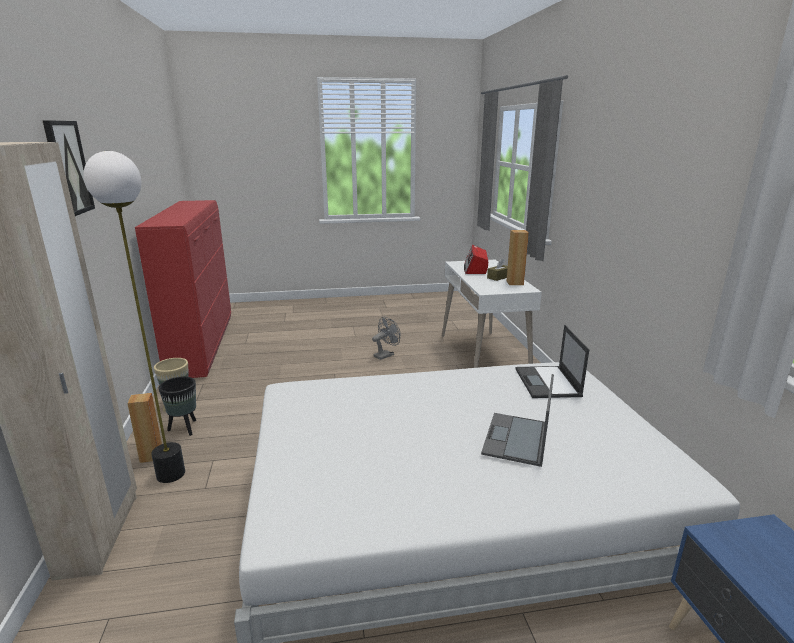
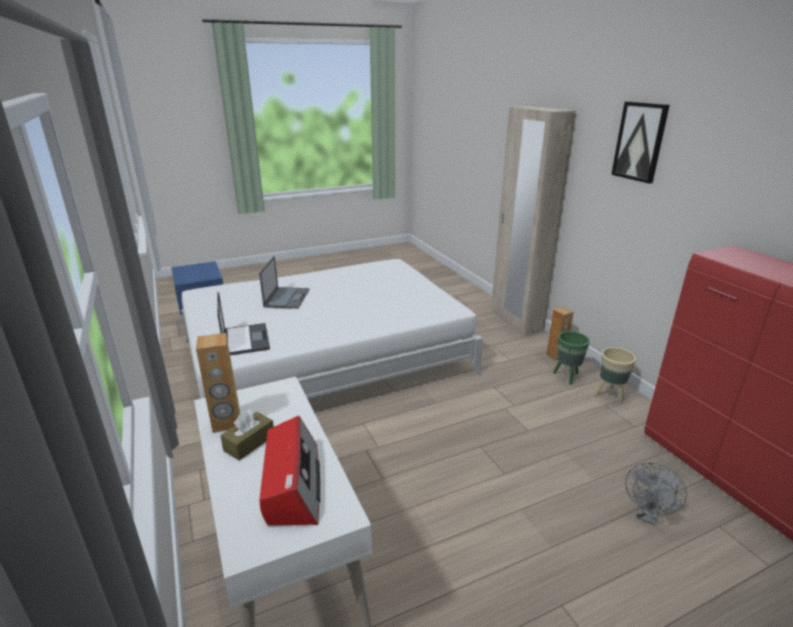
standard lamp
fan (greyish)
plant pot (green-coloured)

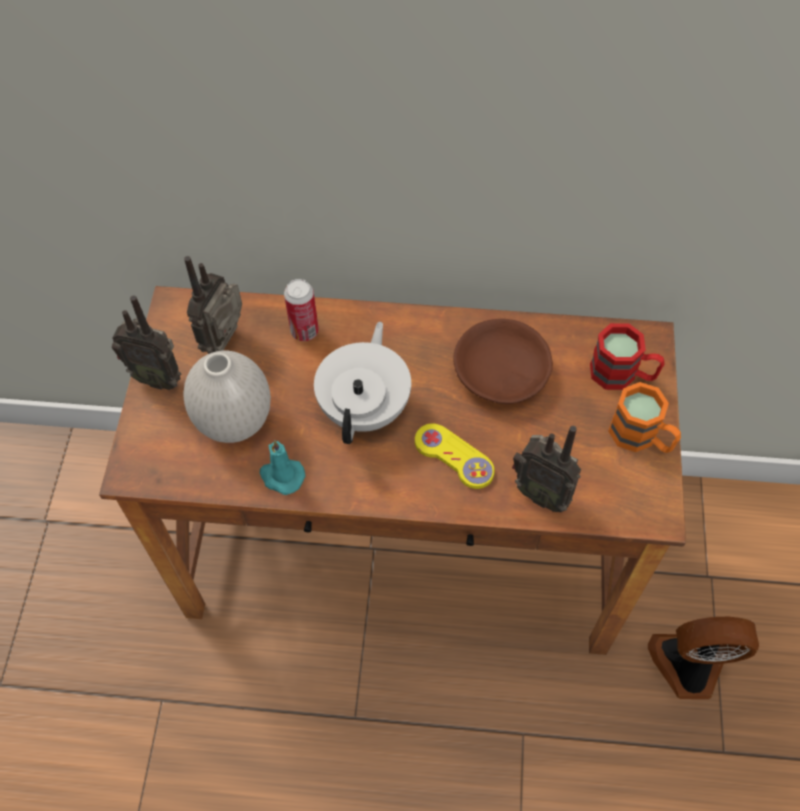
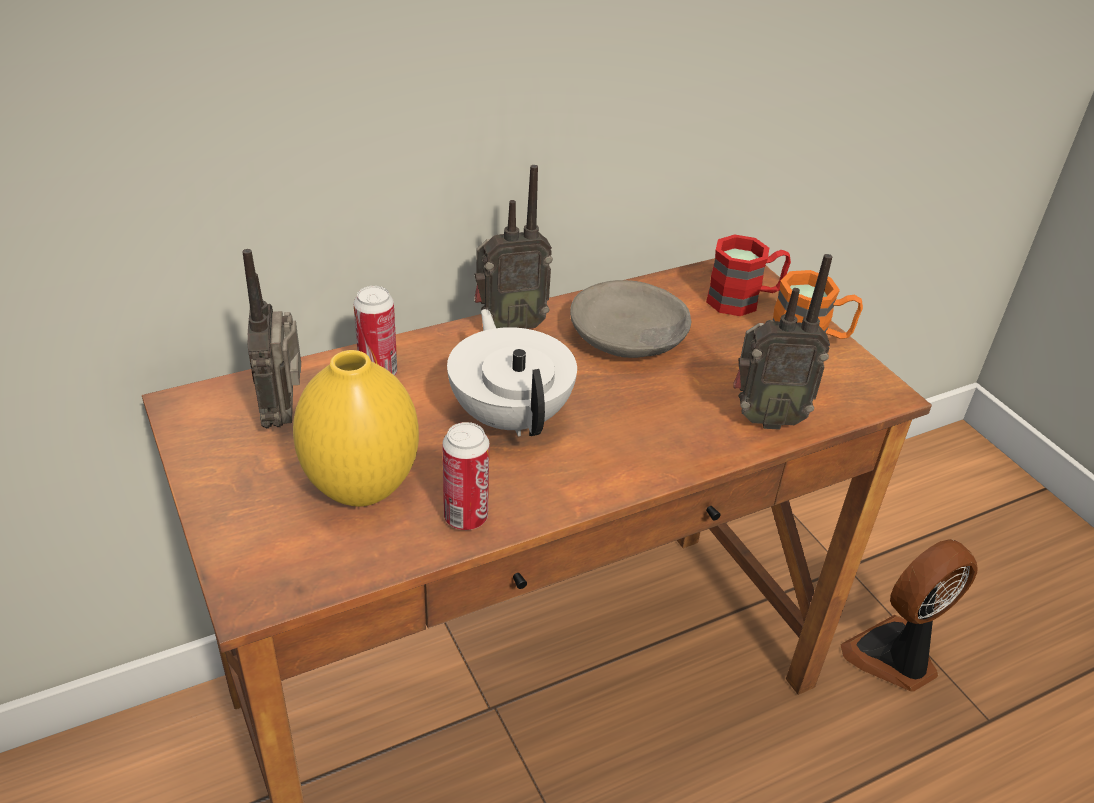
gamepad (yellow)
radio (no. 2 from left)
metal can (no. 2 from left)
decorative vase (yellow)
bowl (greyish)

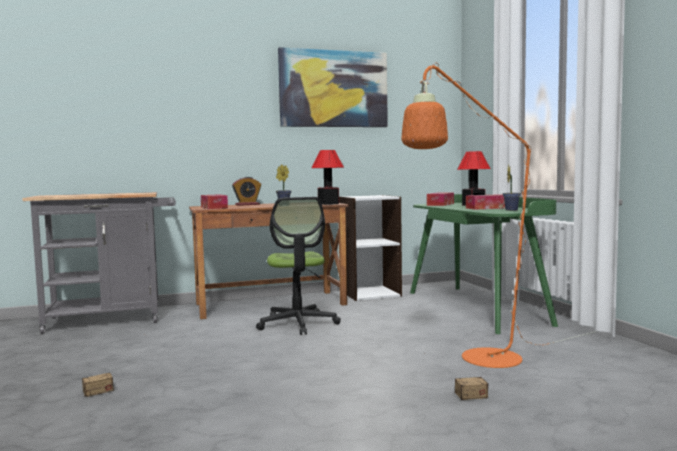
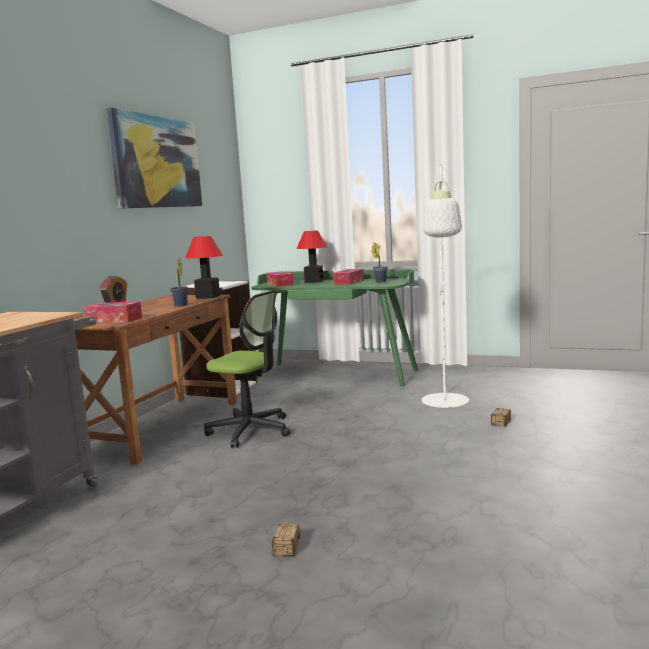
standard lamp (white)

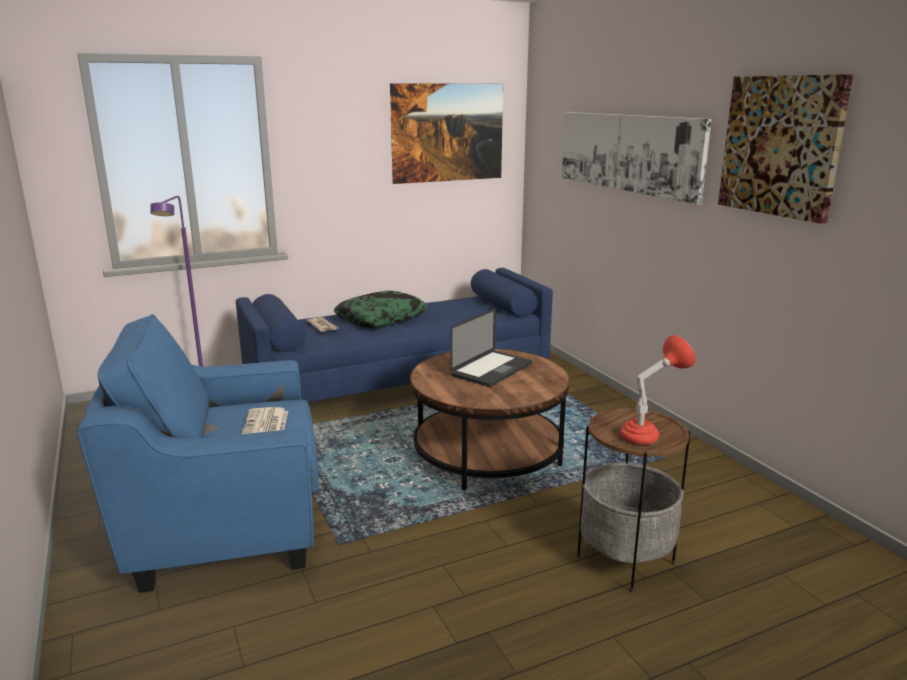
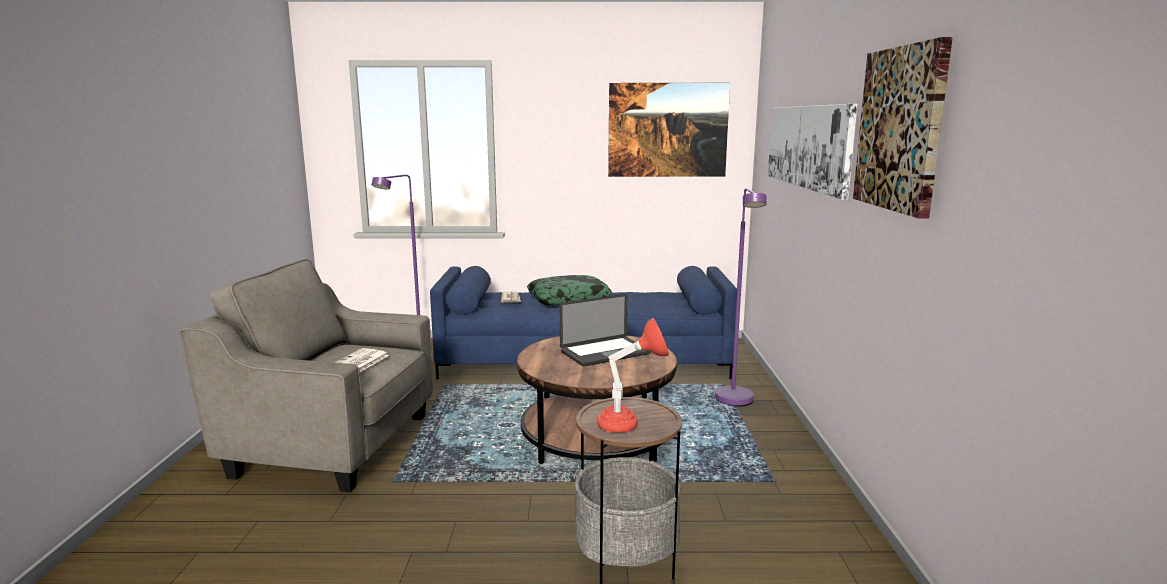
standard lamp (purple-coloured) (no. 2 from left)
easy chair (greyish)

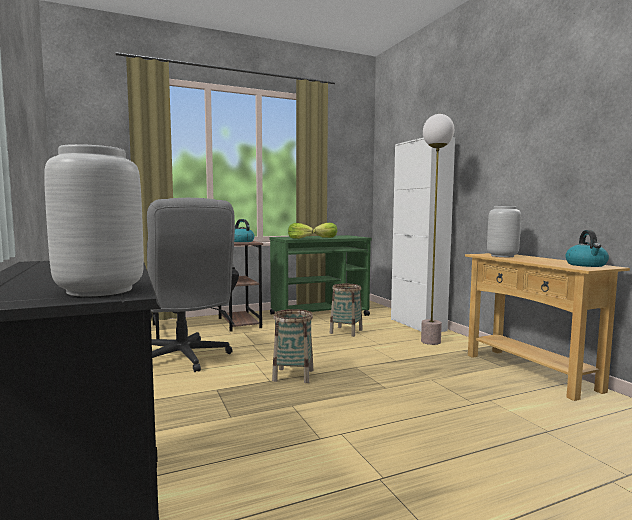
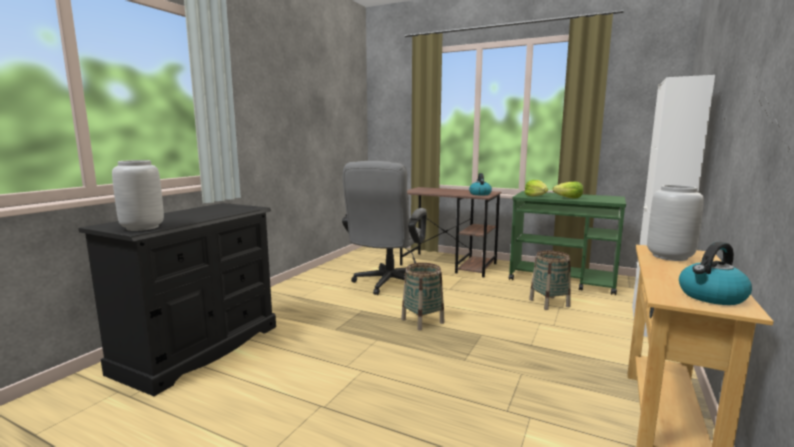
standard lamp

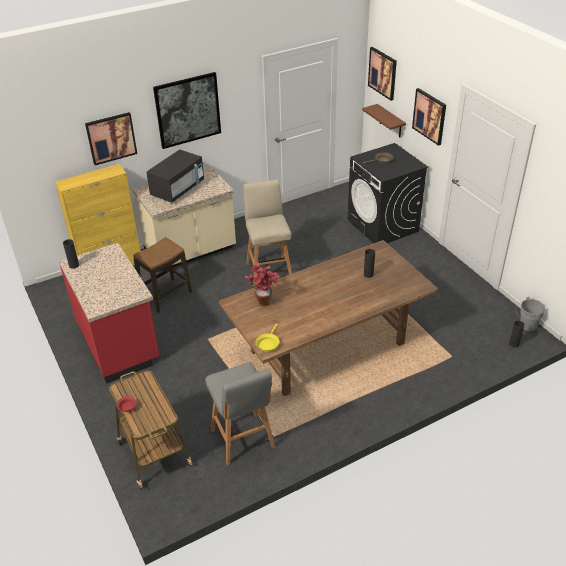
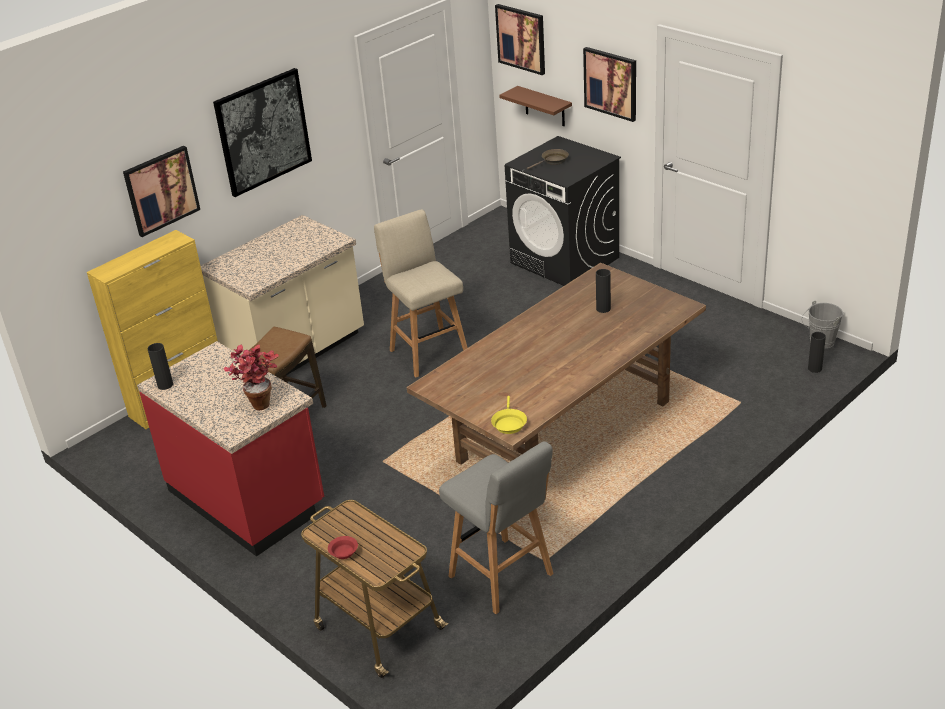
kitchen microwave (black-coloured)
plant in a pot

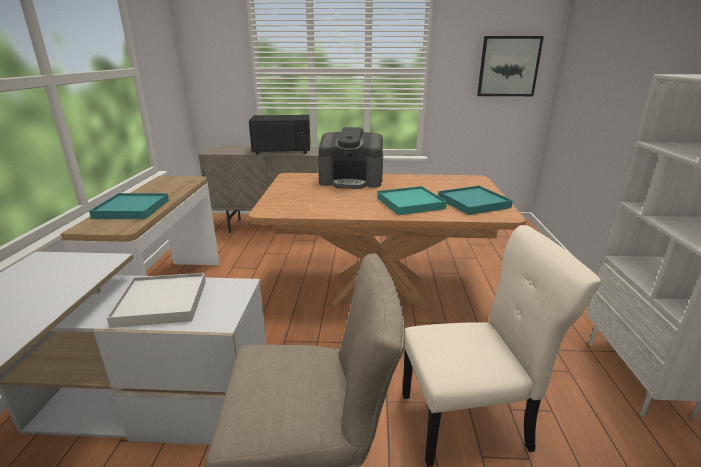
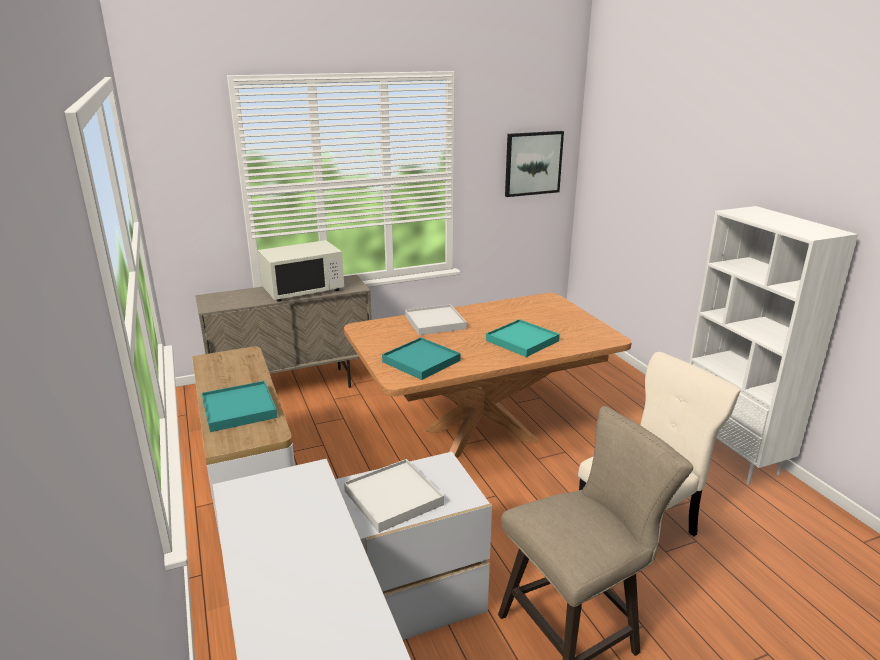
carrying tray (turquoise-coloured) (no. 2 from left)
carrying tray (white) (no. 2 from left)
kitchen microwave (white)

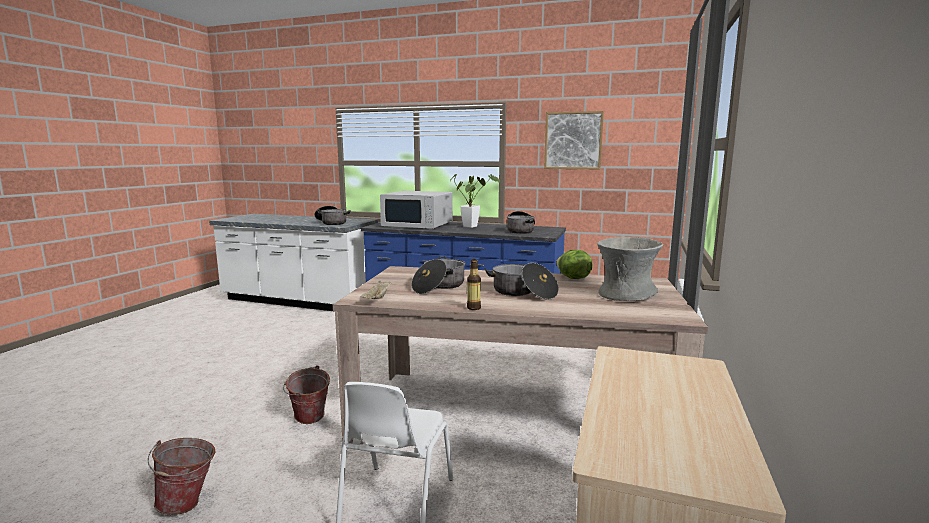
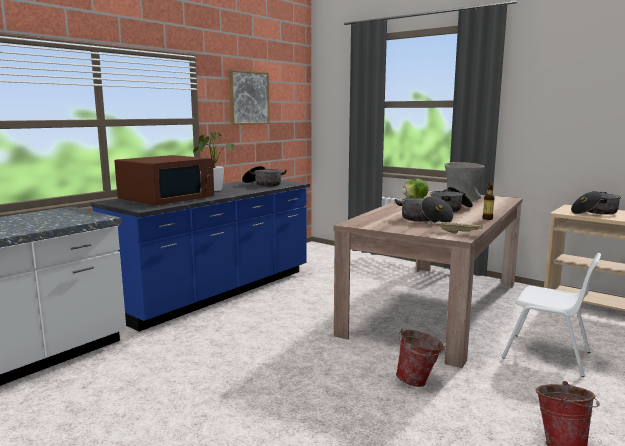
cooking pot (no. 4 from left)
kitchen microwave (brown-coloured)

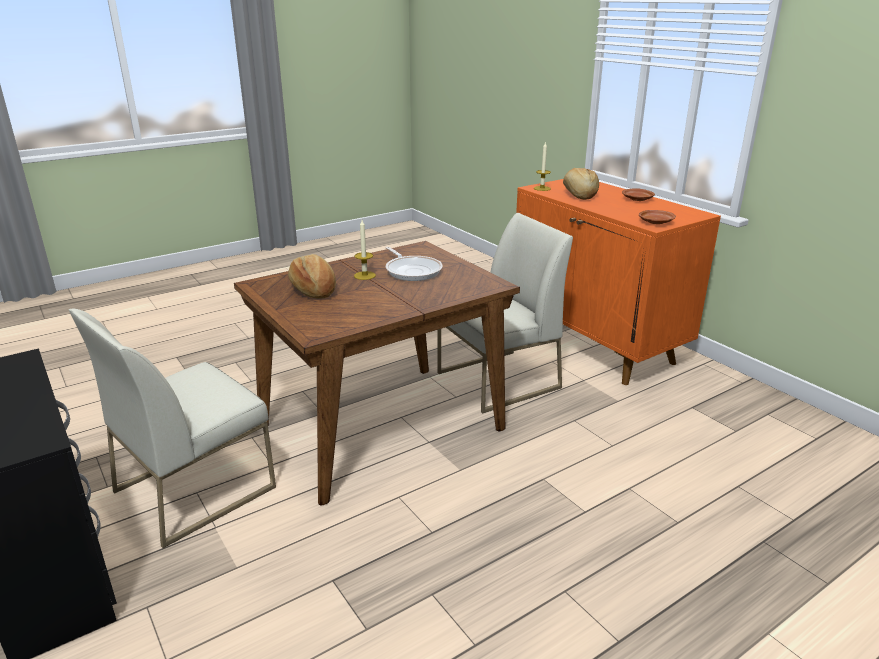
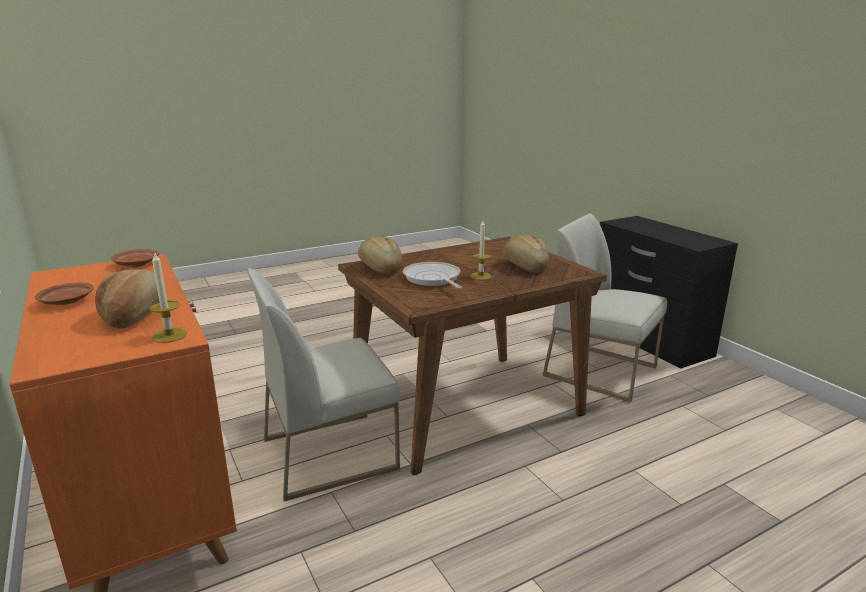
baked bread (no. 2 from left)
chair (white) (no. 2 from left)

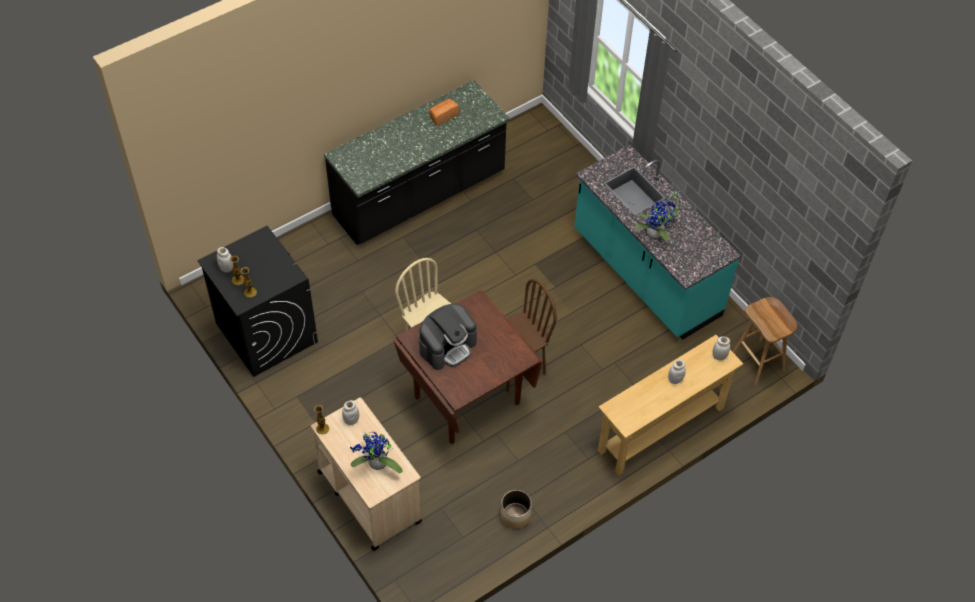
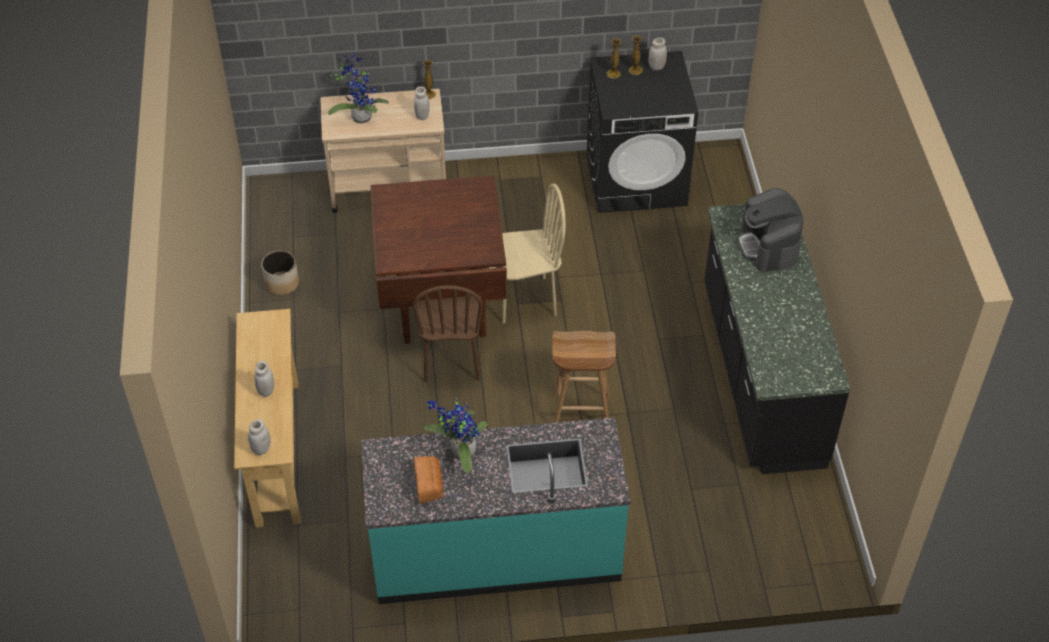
coffee maker
baked bread
sitting stool (brown-coloured)

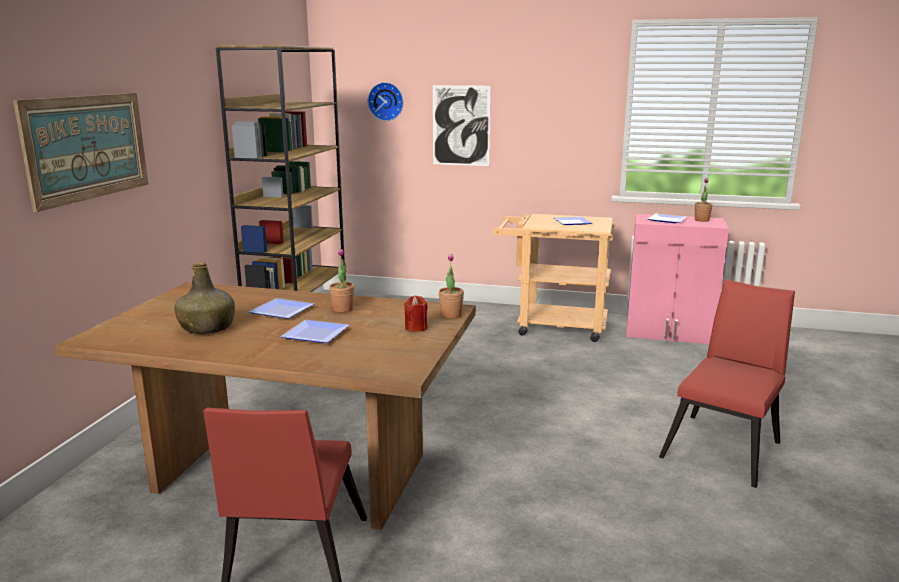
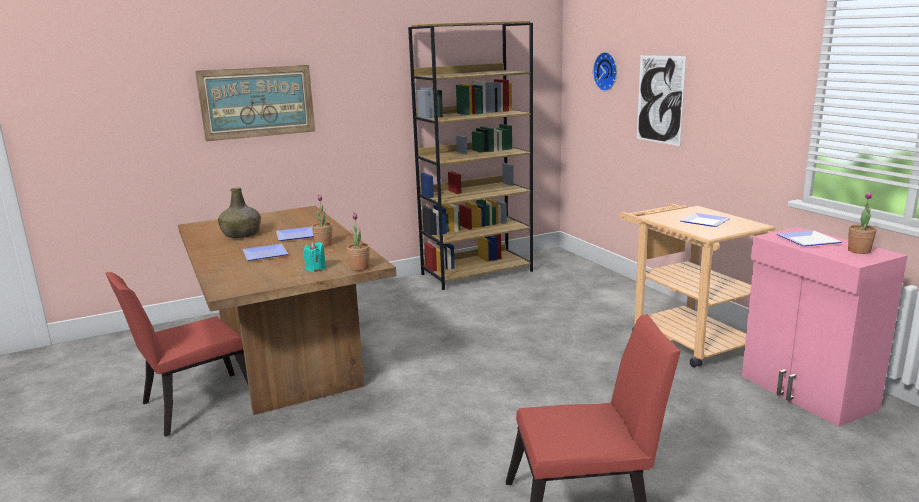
candle (turquoise-coloured)

